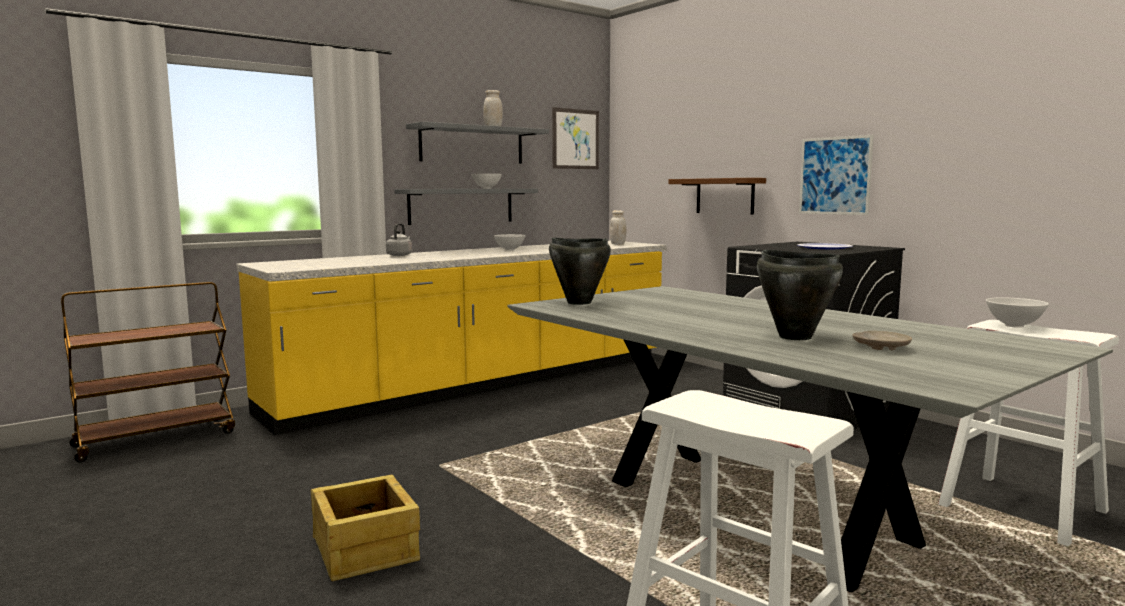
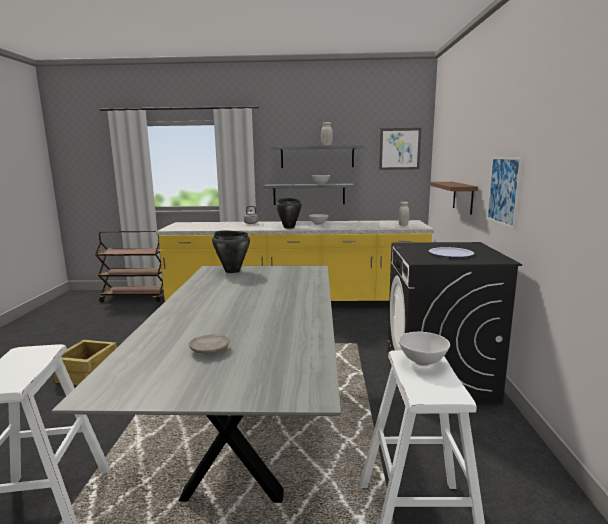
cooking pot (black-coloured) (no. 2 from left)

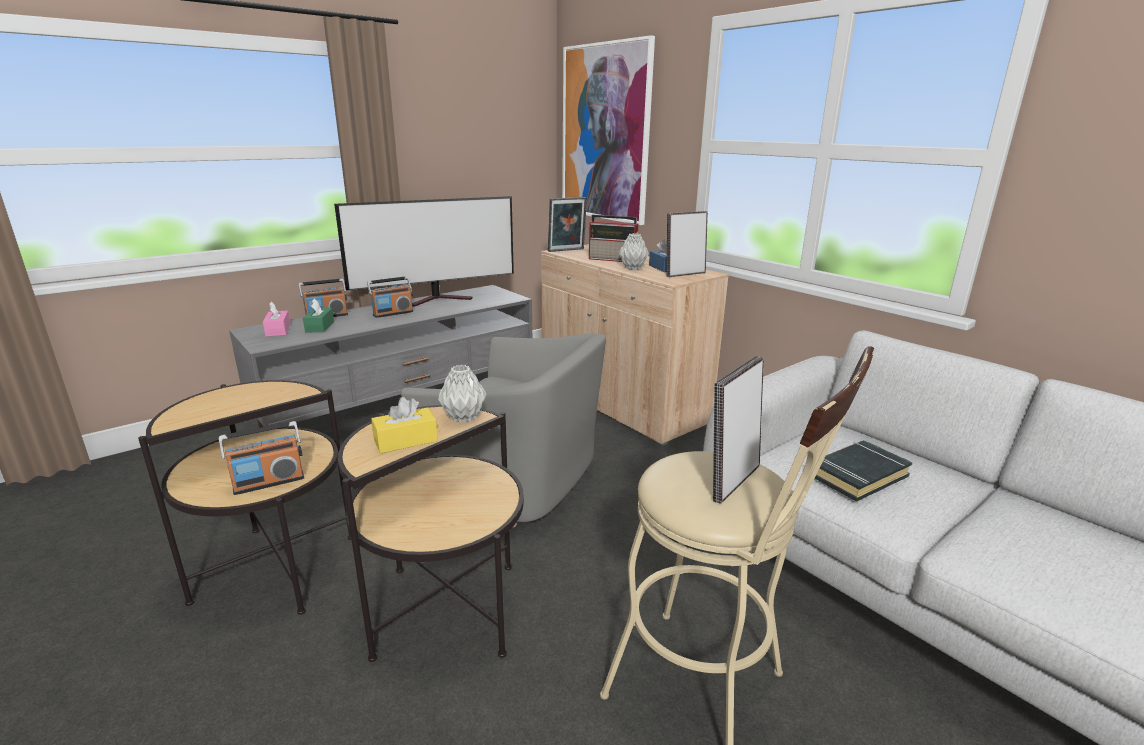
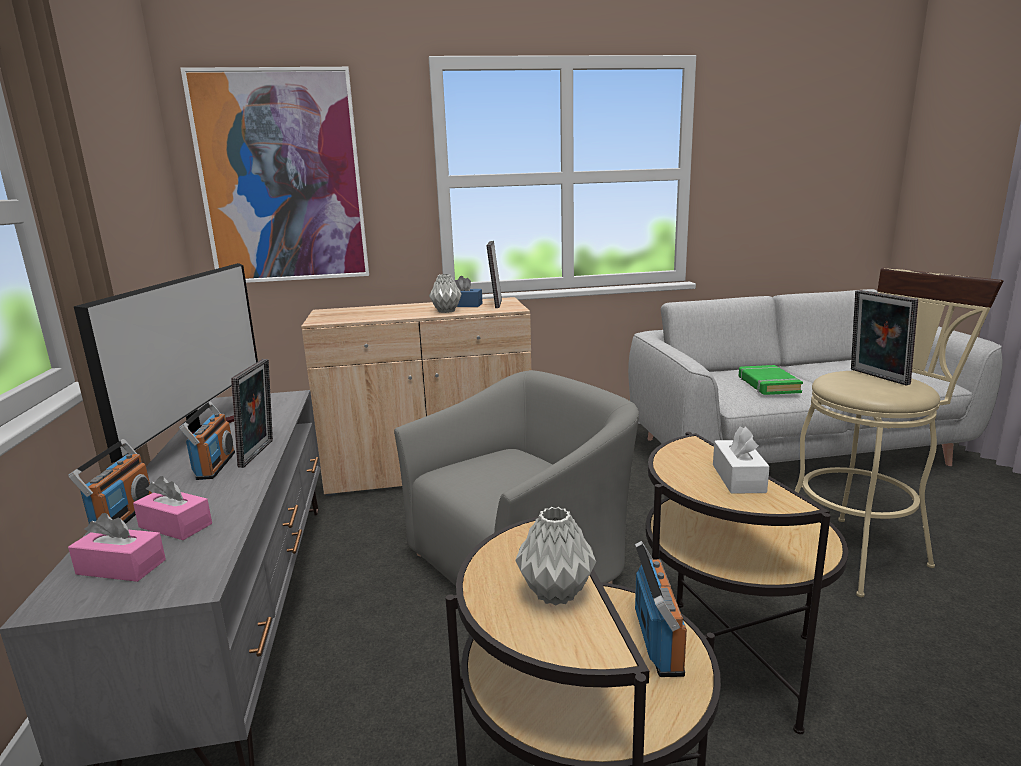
radio (no. 4 from left in the first image)
decorative vase (greyish) (no. 2 from left)
picture frame (no. 1 from left)
tissue box (pink-coloured) (no. 2 from left)
tissue box (white)
bound book (green-coloured)

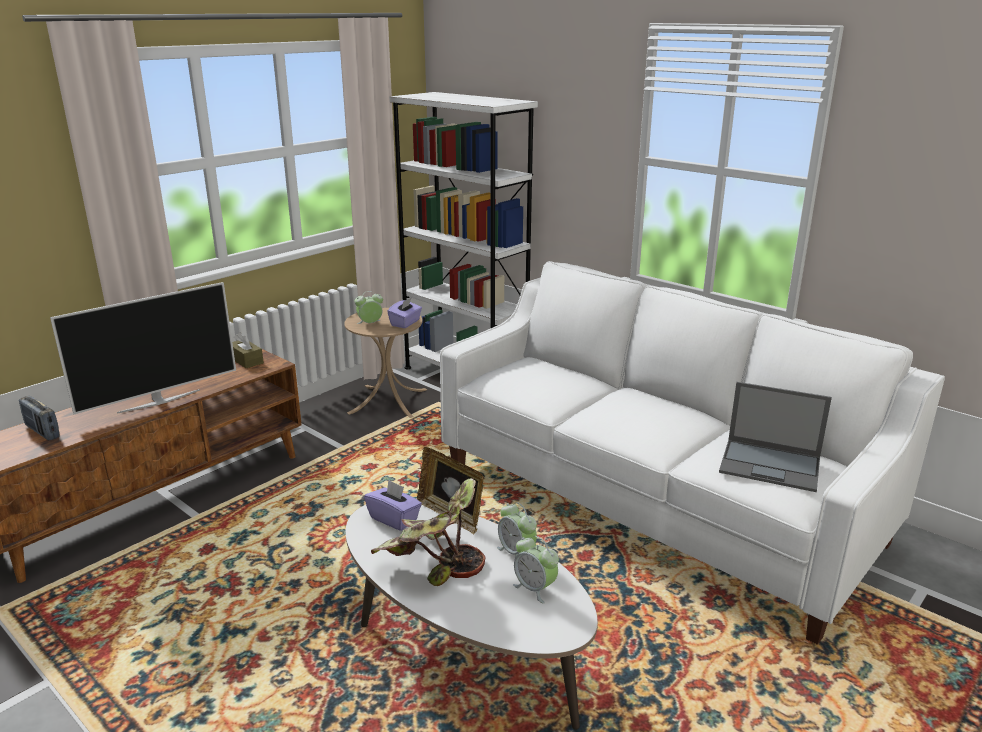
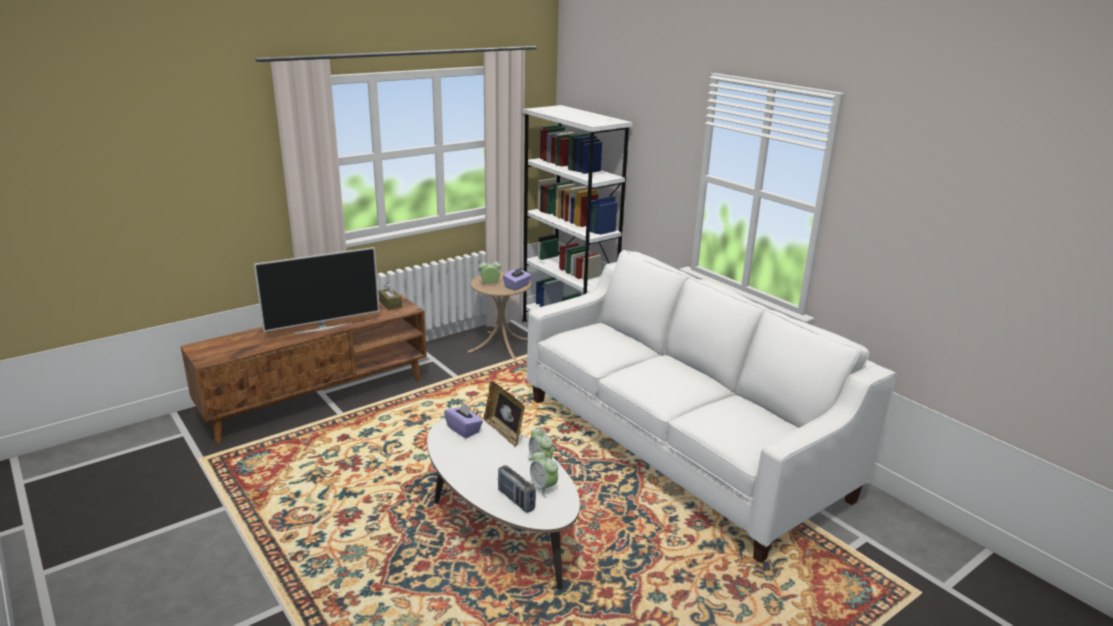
plant in a pot
portable computer
radio

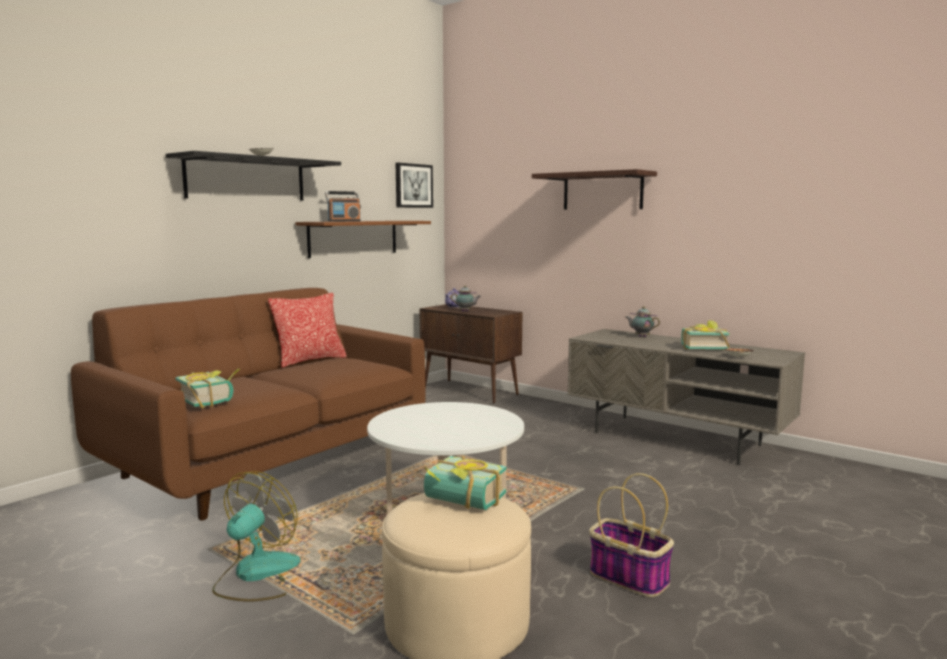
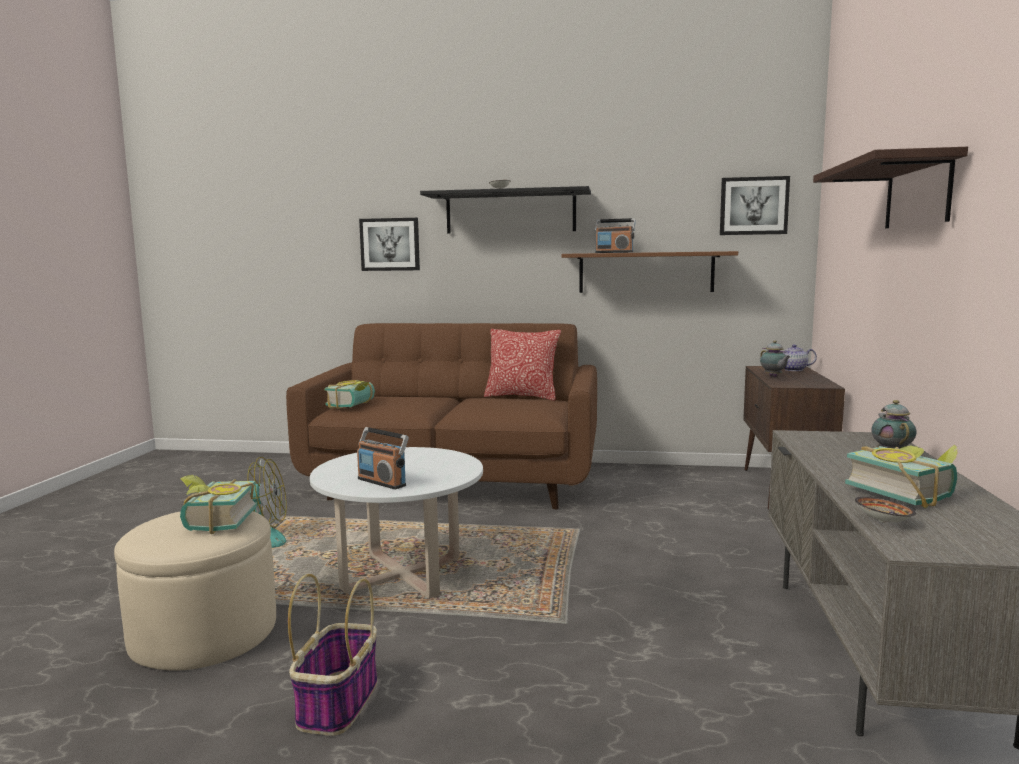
radio (no. 1 from left)
picture (no. 1 from left)

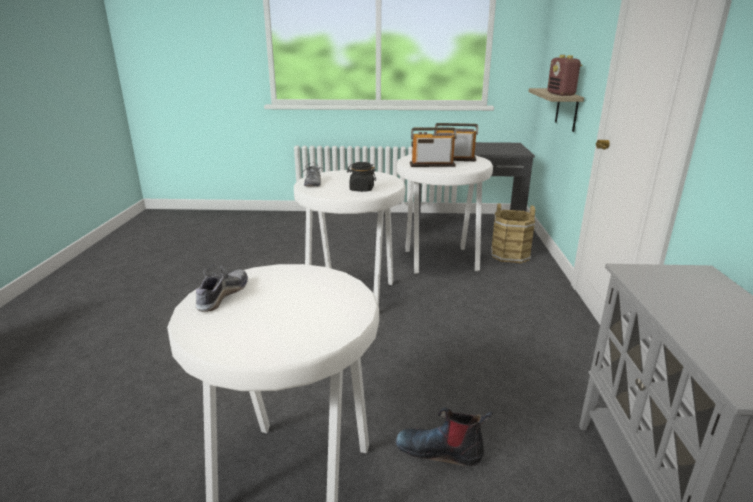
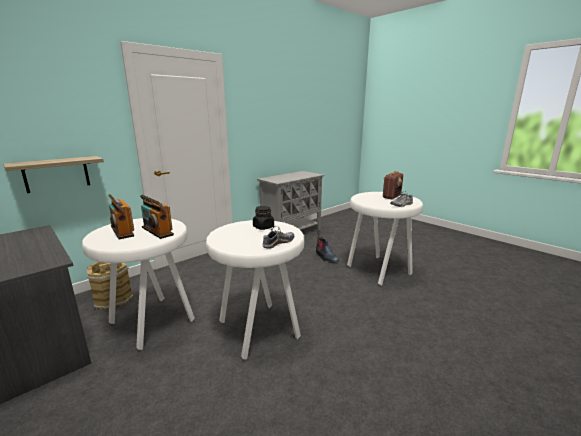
radio (no. 3 from left)

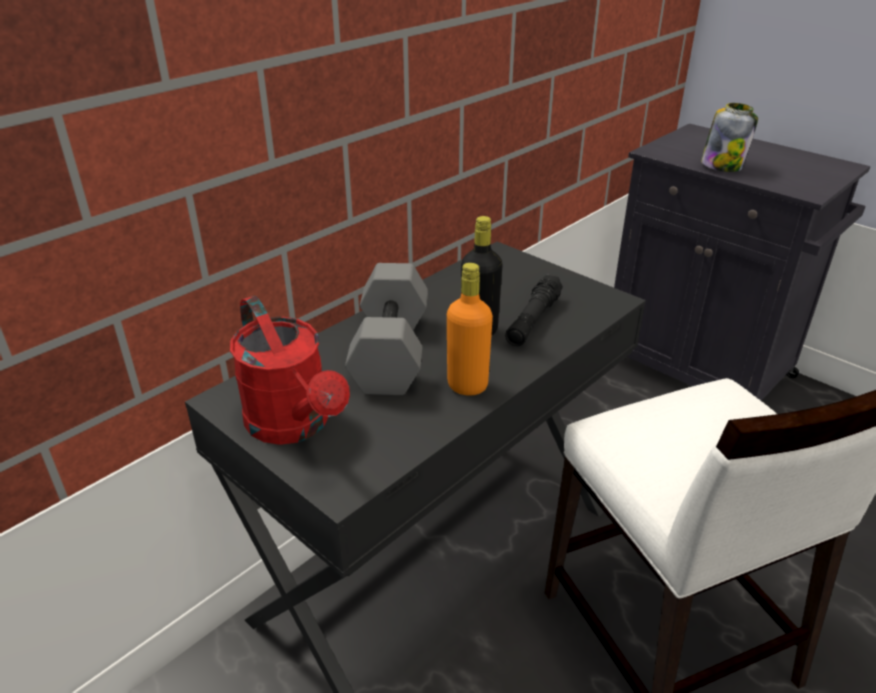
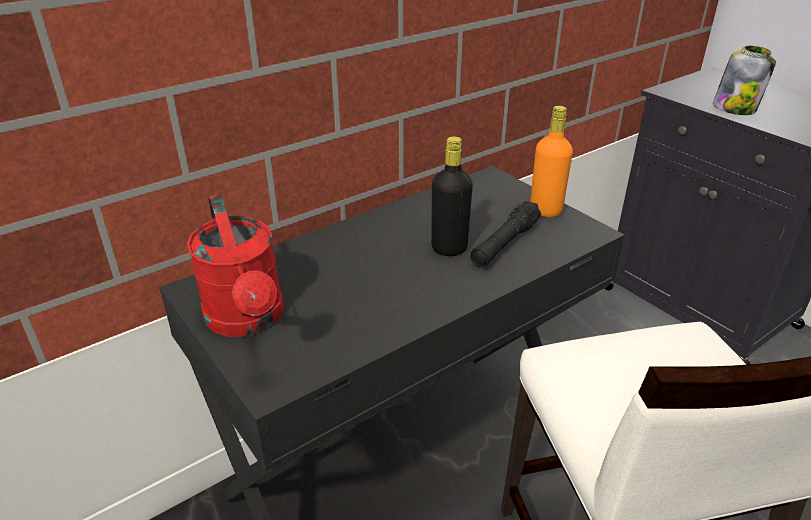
dumbbell (greyish)
drink bottle (orange-coloured)

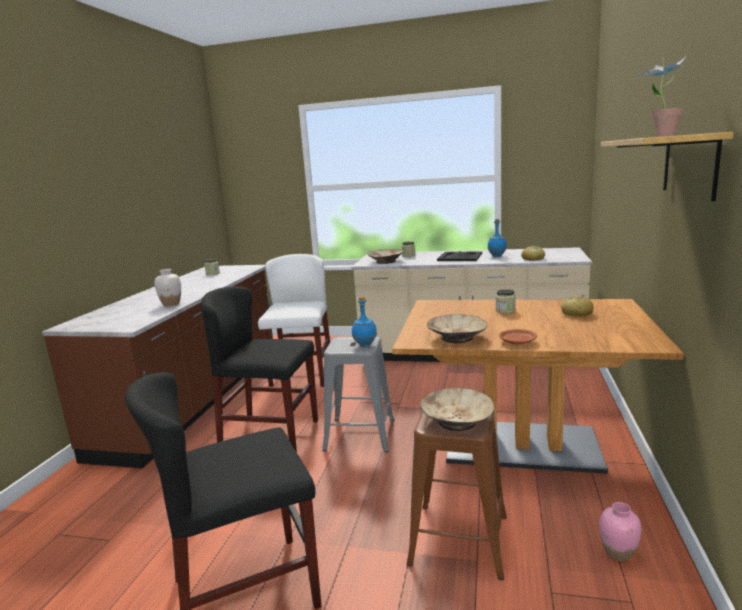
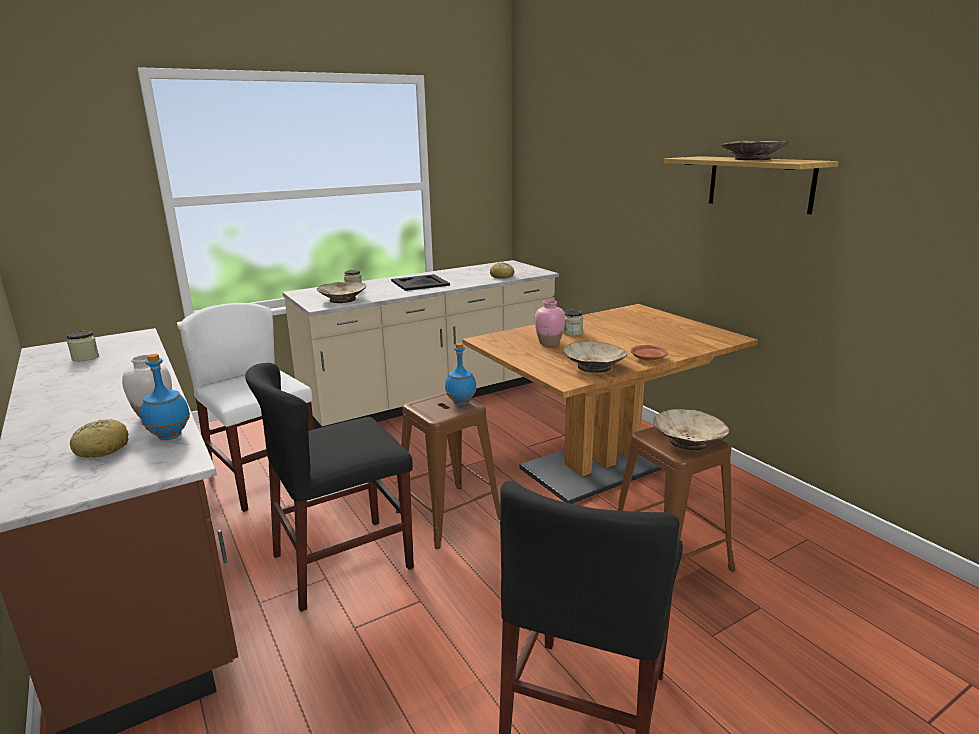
drink bottle (blue-coloured) (no. 1 from left)
baked bread (no. 1 from left)
decorative vase (pink-coloured)
bowl (beige-coloured) (no. 4 from left)
sitting stool (brown-coloured) (no. 1 from left)

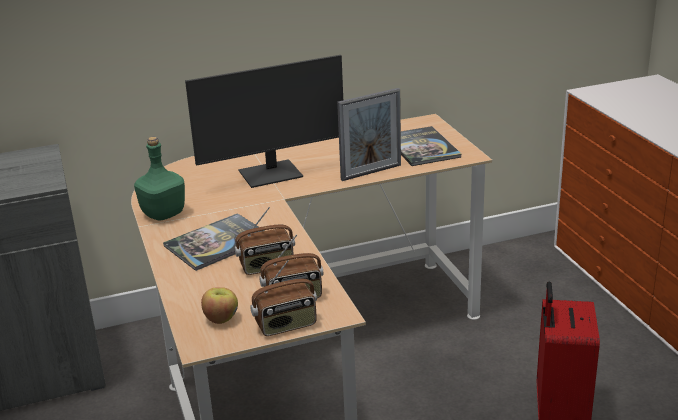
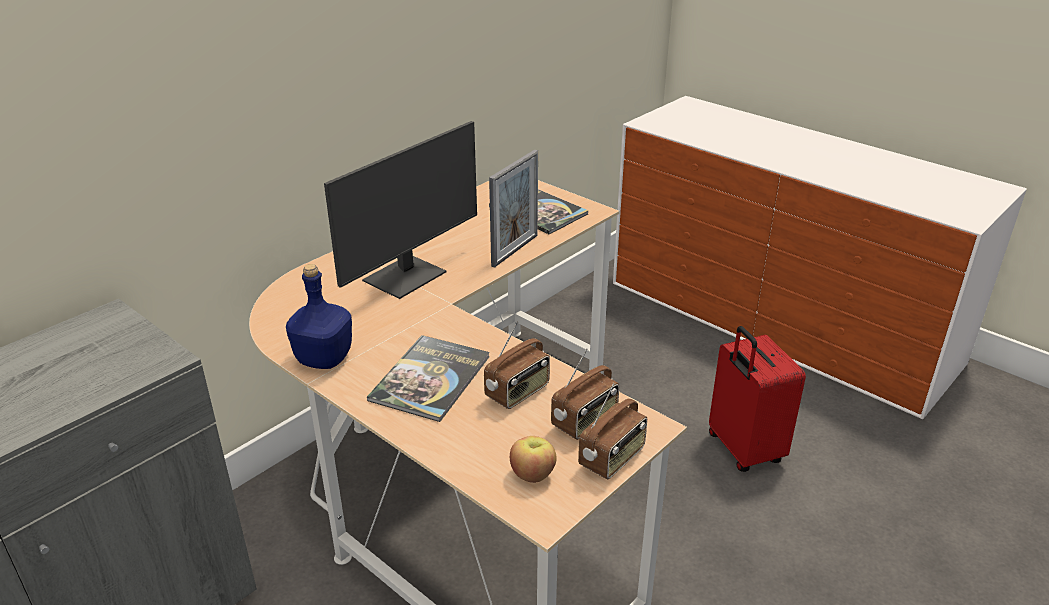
drink bottle (blue-coloured)

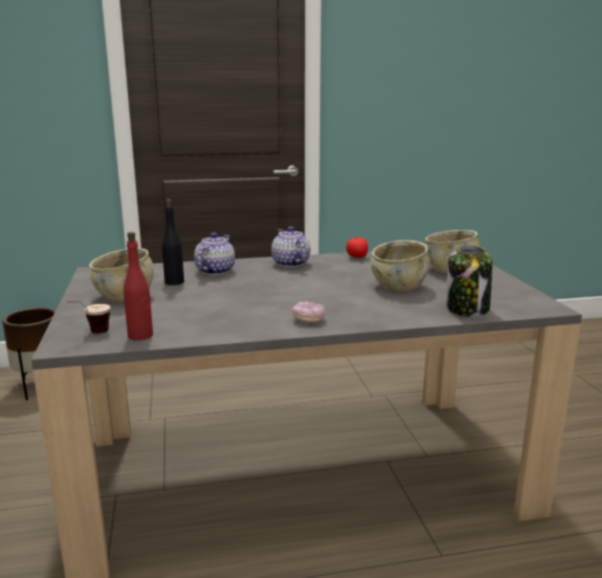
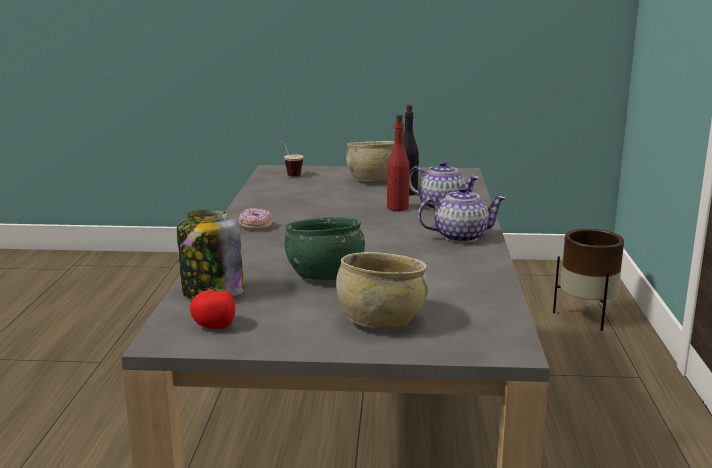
drink bottle (red)
whole tomato
bowl (green-coloured)

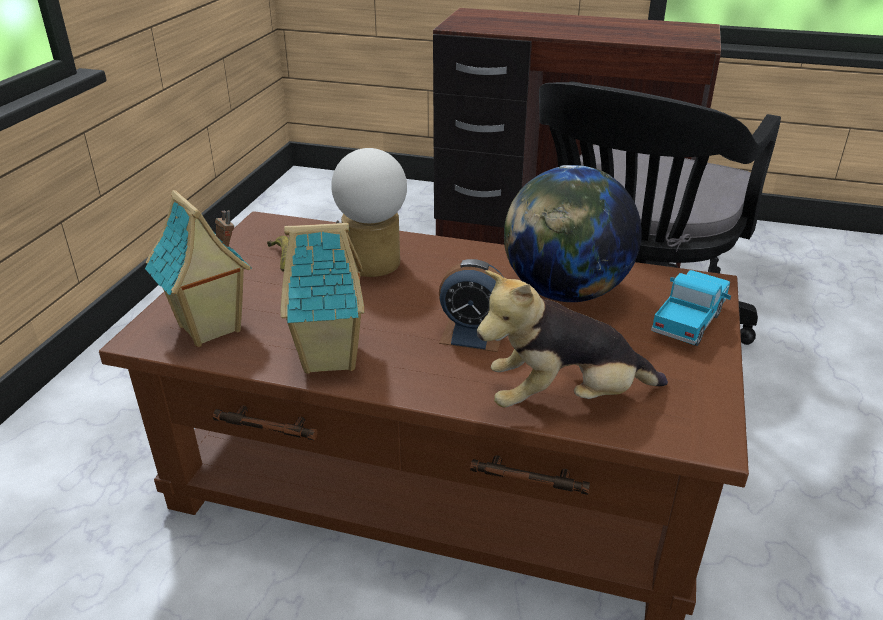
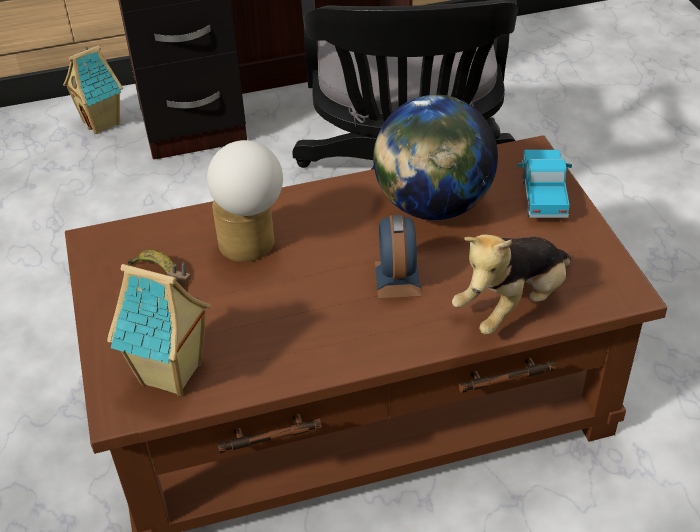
miniature house (no. 1 from left)
table clock

